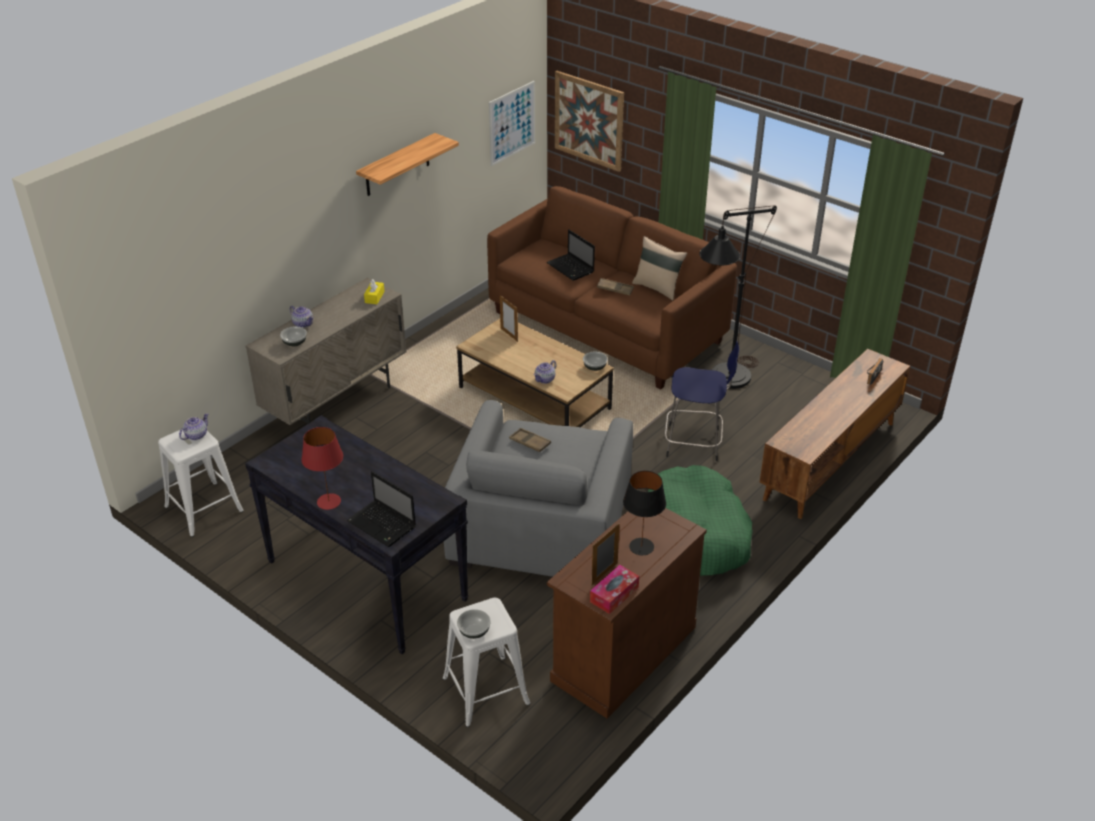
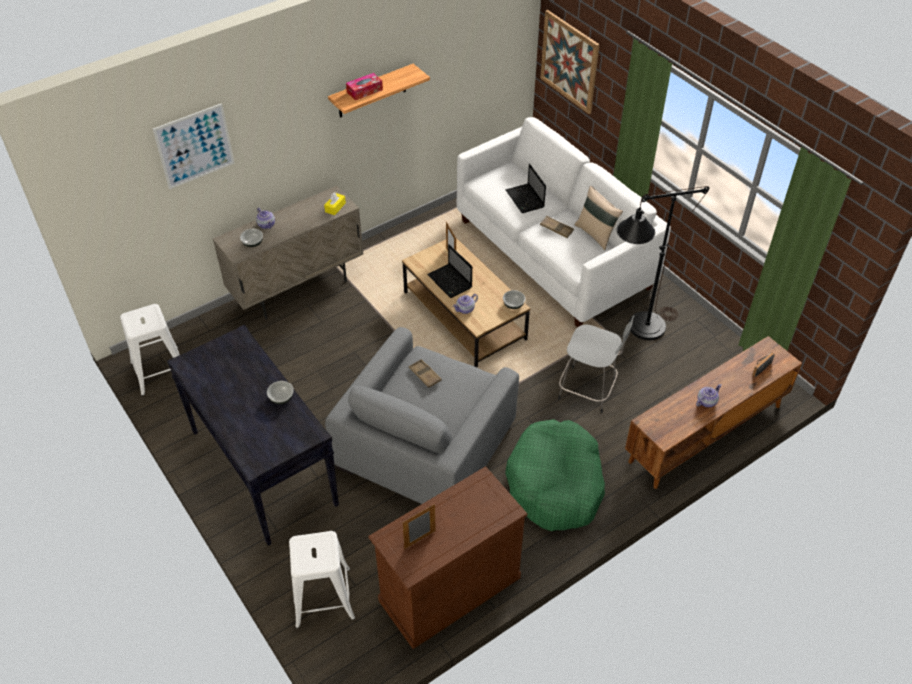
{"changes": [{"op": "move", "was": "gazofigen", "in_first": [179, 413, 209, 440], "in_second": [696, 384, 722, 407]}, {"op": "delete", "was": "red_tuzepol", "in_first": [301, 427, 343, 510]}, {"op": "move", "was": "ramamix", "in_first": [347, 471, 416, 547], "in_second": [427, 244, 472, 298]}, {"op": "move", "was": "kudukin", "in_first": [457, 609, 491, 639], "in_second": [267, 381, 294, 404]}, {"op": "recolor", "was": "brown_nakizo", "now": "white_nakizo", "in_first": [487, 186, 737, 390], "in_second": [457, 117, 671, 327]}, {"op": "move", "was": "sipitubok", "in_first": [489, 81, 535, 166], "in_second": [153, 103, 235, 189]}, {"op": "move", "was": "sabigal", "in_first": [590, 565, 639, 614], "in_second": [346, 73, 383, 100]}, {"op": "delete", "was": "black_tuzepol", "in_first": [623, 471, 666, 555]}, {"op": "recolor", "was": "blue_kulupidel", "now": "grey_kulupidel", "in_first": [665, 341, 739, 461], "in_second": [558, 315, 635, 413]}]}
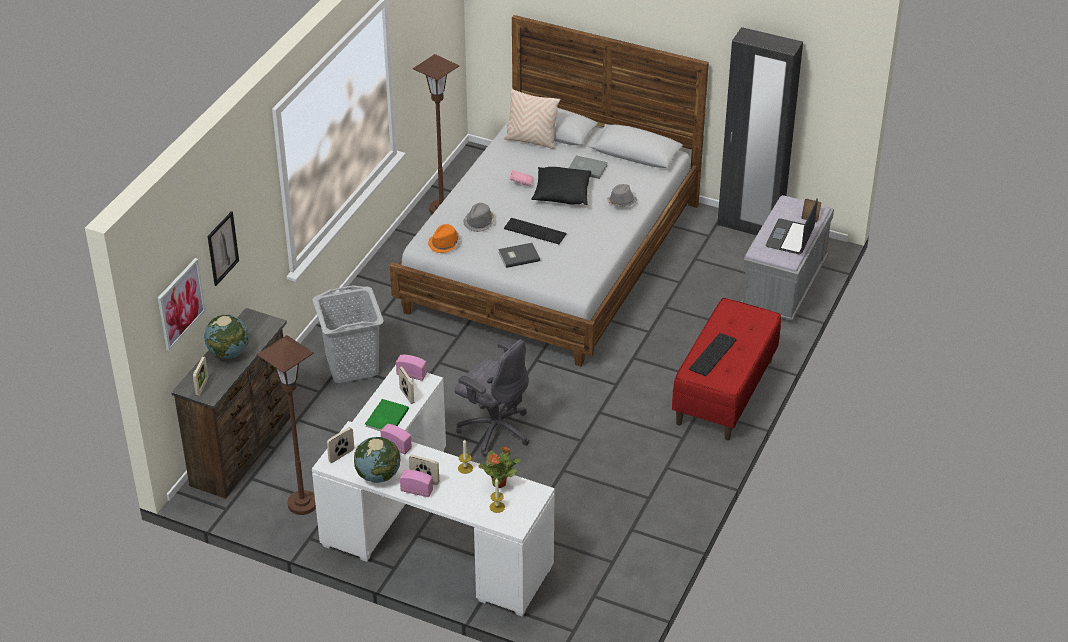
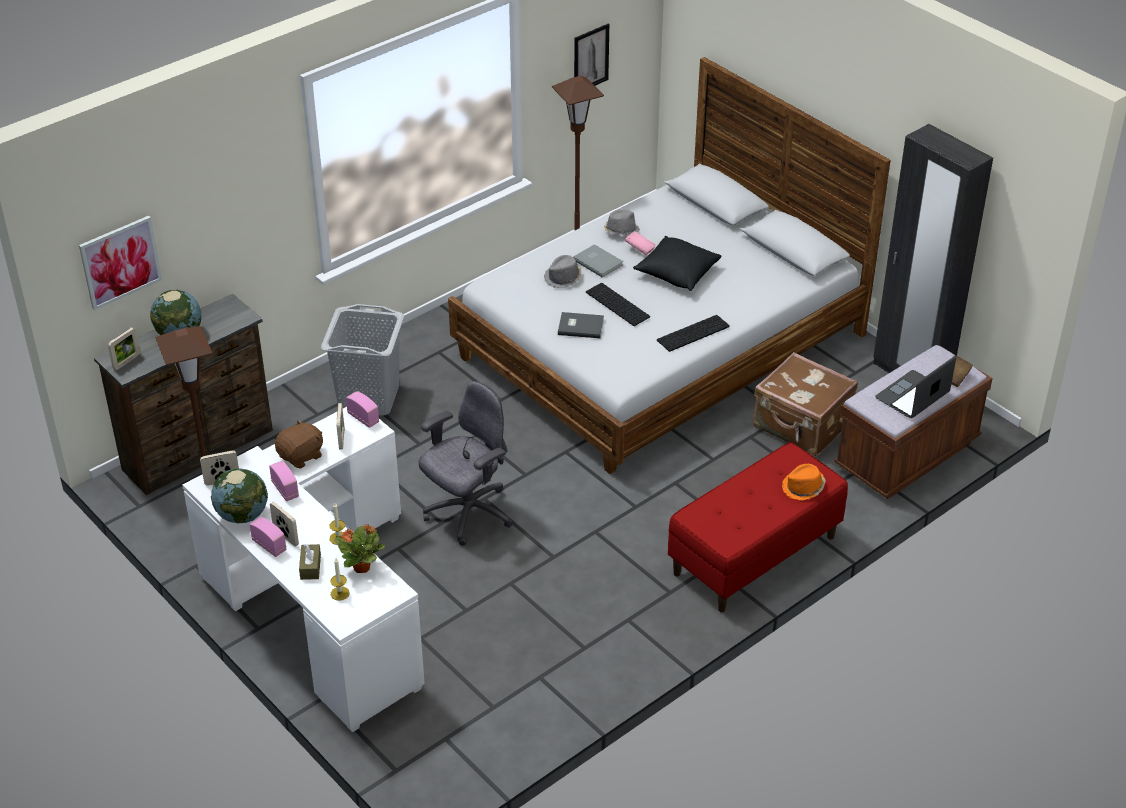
{"changes": [{"op": "move", "was": "sipitubok", "in_first": [208, 211, 239, 286], "in_second": [574, 24, 609, 86]}, {"op": "replace", "was": "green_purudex", "now": "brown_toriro", "in_first": [365, 399, 409, 431], "in_second": [275, 420, 323, 469]}, {"op": "move", "was": "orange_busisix", "in_first": [428, 224, 460, 253], "in_second": [782, 464, 825, 500]}, {"op": "rotate", "was": "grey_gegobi", "in_first": [455, 339, 530, 457], "in_second": [418, 381, 513, 546], "clockwise": -105}, {"op": "delete", "was": "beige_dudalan", "in_first": [504, 88, 560, 149]}, {"op": "move", "was": "grey_purudex", "in_first": [569, 155, 608, 179], "in_second": [573, 244, 624, 278]}, {"op": "move", "was": "grey_busisix", "in_first": [607, 184, 637, 207], "in_second": [604, 209, 640, 235]}, {"op": "move", "was": "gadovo", "in_first": [689, 333, 737, 376], "in_second": [657, 315, 730, 352]}, {"op": "recolor", "was": "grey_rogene", "now": "brown_rogene", "in_first": [742, 195, 834, 322], "in_second": [834, 345, 993, 499]}, {"op": "insert", "now": "brown_sabigal", "in_second": [299, 544, 321, 580]}, {"op": "insert", "now": "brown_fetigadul", "in_second": [753, 352, 858, 456]}]}
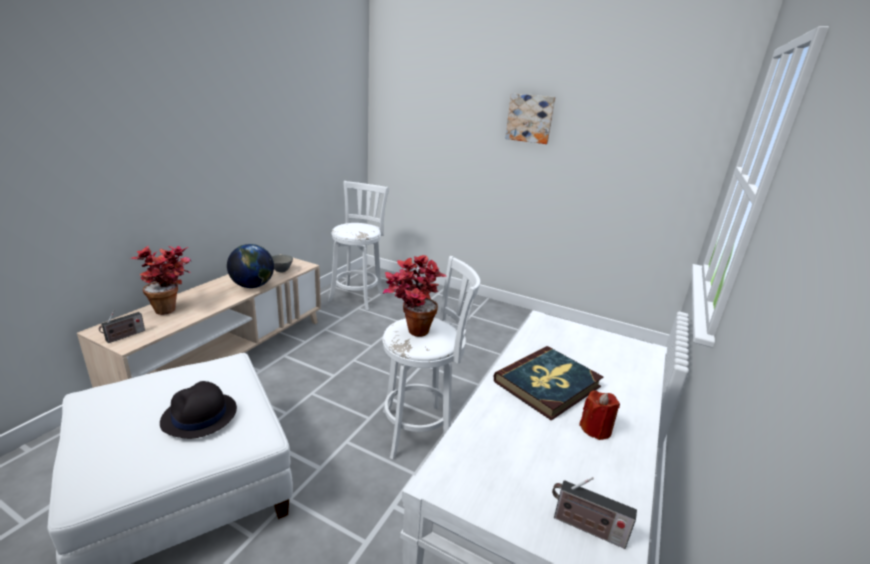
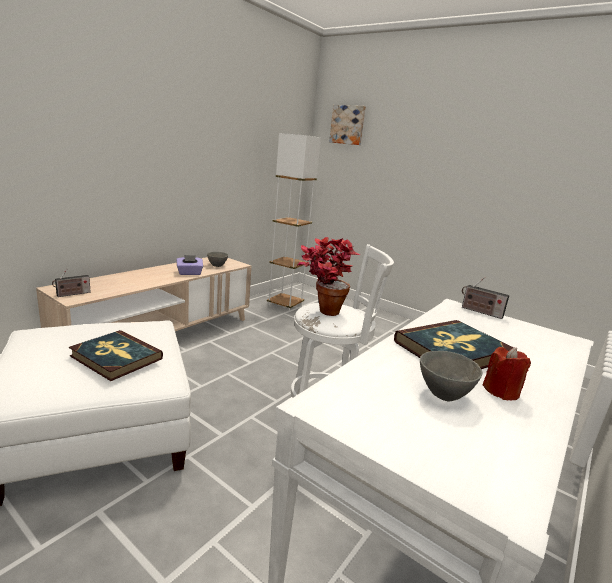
{"changes": [{"op": "delete", "was": "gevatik", "in_first": [130, 245, 191, 315]}, {"op": "replace", "was": "black_busisix", "now": "purudex", "in_first": [160, 381, 237, 439], "in_second": [69, 330, 163, 381]}, {"op": "replace", "was": "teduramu", "now": "purple_sabigal", "in_first": [227, 244, 274, 288], "in_second": [176, 255, 203, 275]}, {"op": "replace", "was": "white_kulupidel", "now": "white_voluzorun", "in_first": [328, 181, 389, 310], "in_second": [267, 133, 321, 312]}, {"op": "move", "was": "sipitubok", "in_first": [505, 93, 556, 144], "in_second": [329, 105, 366, 145]}, {"op": "move", "was": "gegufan", "in_first": [552, 477, 637, 549], "in_second": [462, 277, 509, 319]}, {"op": "insert", "now": "grey_kudukin", "in_second": [420, 351, 483, 401]}]}
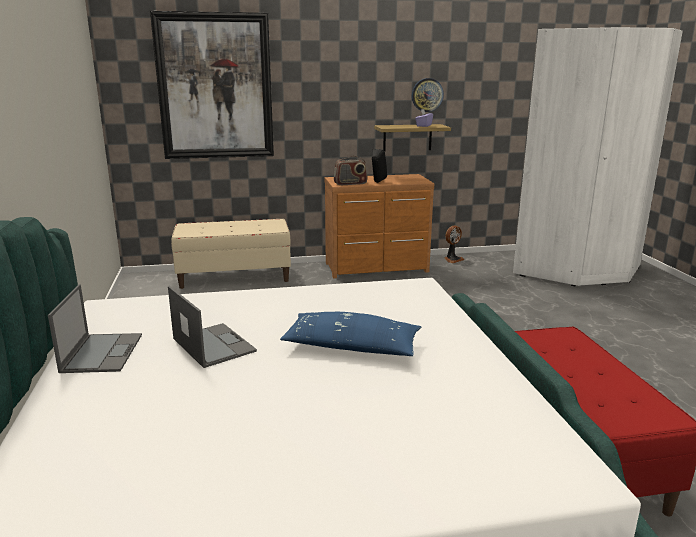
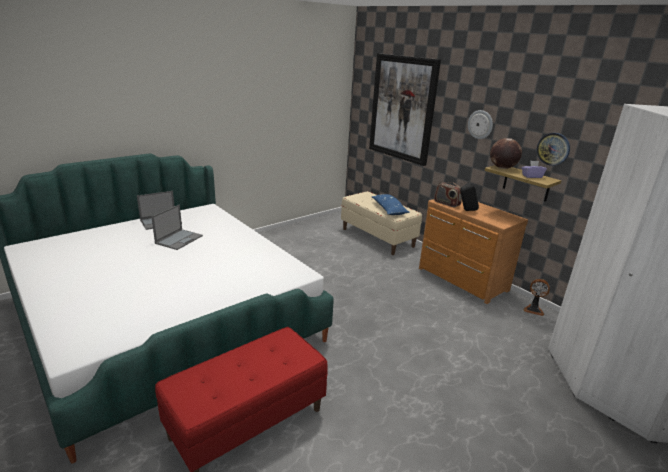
{"changes": [{"op": "move", "was": "blue_dudalan", "in_first": [280, 312, 421, 356], "in_second": [372, 194, 410, 215]}, {"op": "insert", "now": "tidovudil", "in_second": [468, 110, 493, 139]}, {"op": "insert", "now": "teduramu", "in_second": [490, 138, 522, 169]}]}
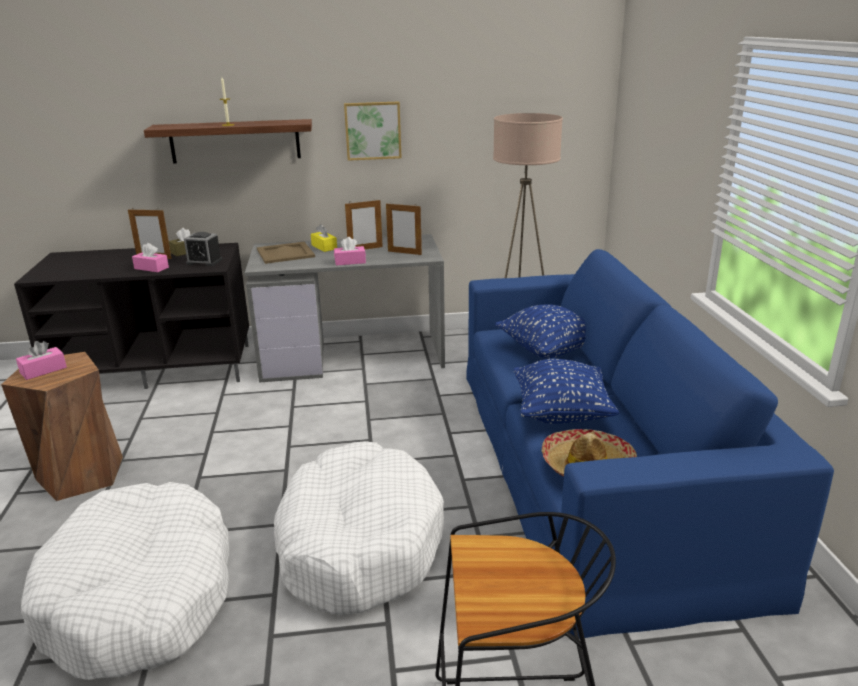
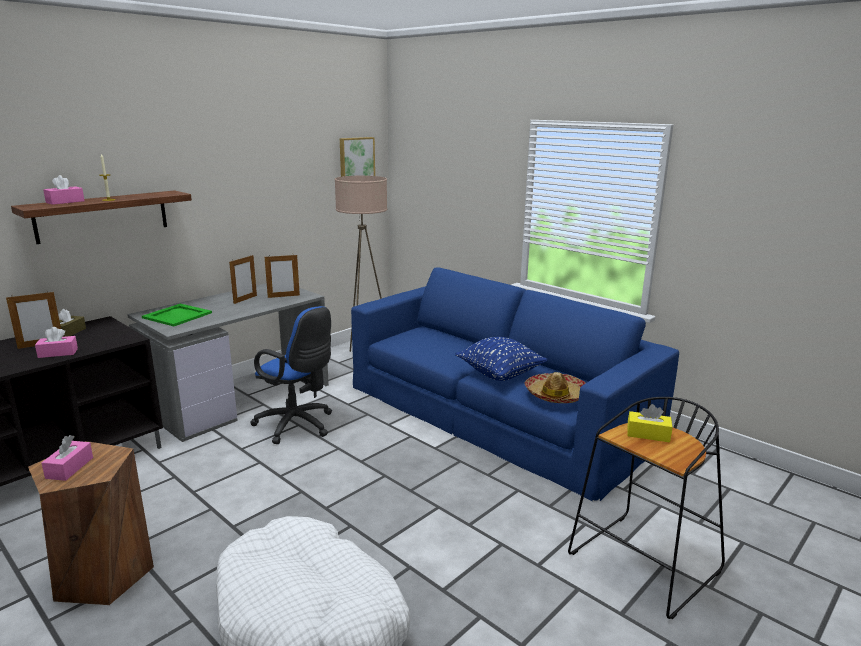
{"changes": [{"op": "delete", "was": "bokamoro", "in_first": [184, 232, 222, 266]}, {"op": "recolor", "was": "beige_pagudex", "now": "green_pagudex", "in_first": [257, 242, 315, 264], "in_second": [142, 303, 212, 326]}, {"op": "delete", "was": "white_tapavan", "in_first": [274, 442, 444, 615]}, {"op": "move", "was": "yellow_sabigal", "in_first": [311, 224, 337, 252], "in_second": [628, 404, 673, 442]}, {"op": "move", "was": "pink_sabigal", "in_first": [334, 237, 366, 266], "in_second": [43, 175, 85, 205]}, {"op": "move", "was": "sipitubok", "in_first": [344, 101, 402, 161], "in_second": [340, 137, 375, 177]}, {"op": "delete", "was": "blue_dudalan", "in_first": [495, 305, 586, 358]}, {"op": "insert", "now": "blue_gegobi", "in_second": [250, 306, 332, 444]}]}
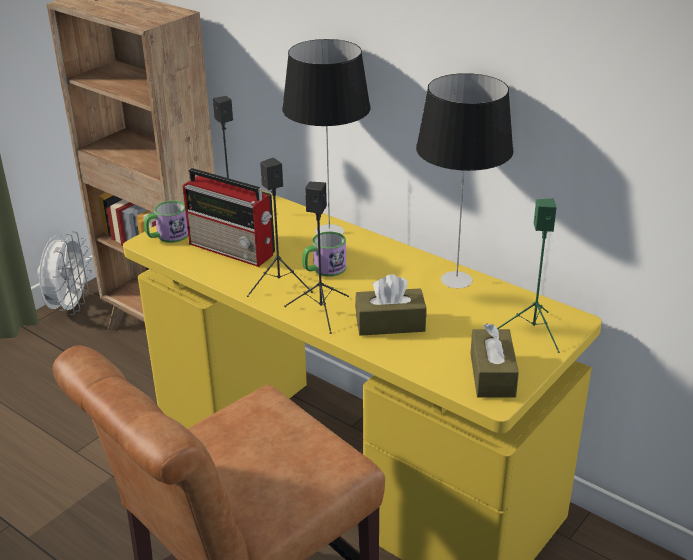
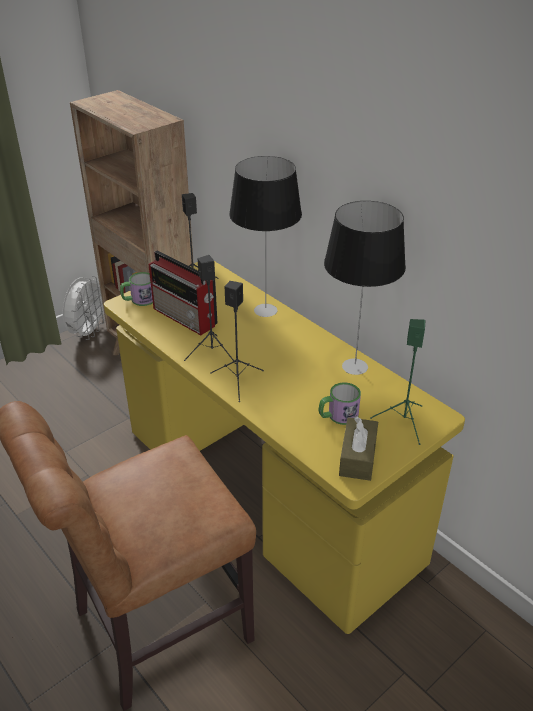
{"changes": [{"op": "move", "was": "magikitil", "in_first": [302, 232, 346, 277], "in_second": [319, 382, 361, 425]}, {"op": "delete", "was": "brown_sabigal", "in_first": [355, 274, 427, 336]}]}
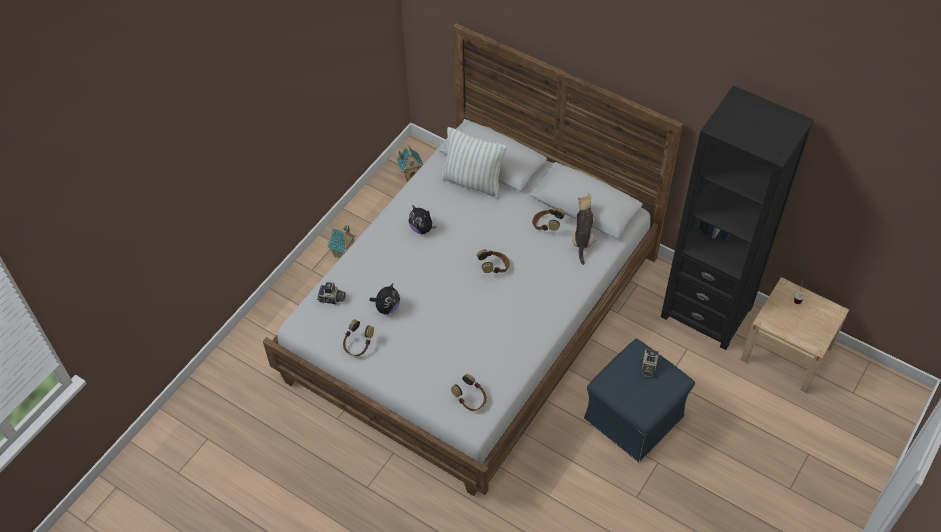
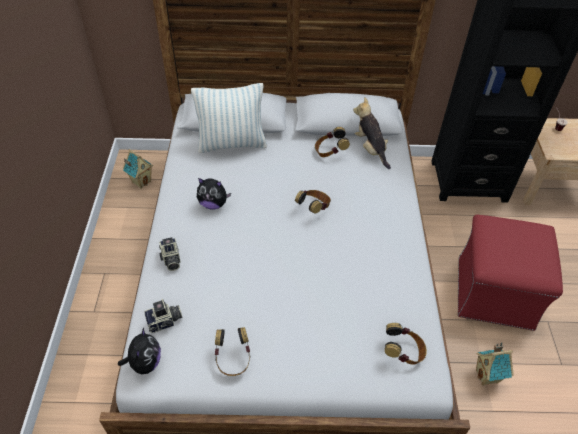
{"changes": [{"op": "move", "was": "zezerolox", "in_first": [327, 225, 356, 258], "in_second": [476, 342, 514, 386]}, {"op": "move", "was": "toriro", "in_first": [369, 283, 400, 314], "in_second": [118, 328, 161, 374]}, {"op": "recolor", "was": "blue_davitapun", "now": "red_davitapun", "in_first": [584, 339, 695, 462], "in_second": [458, 215, 563, 331]}, {"op": "move", "was": "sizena", "in_first": [641, 349, 659, 377], "in_second": [159, 237, 181, 271]}]}
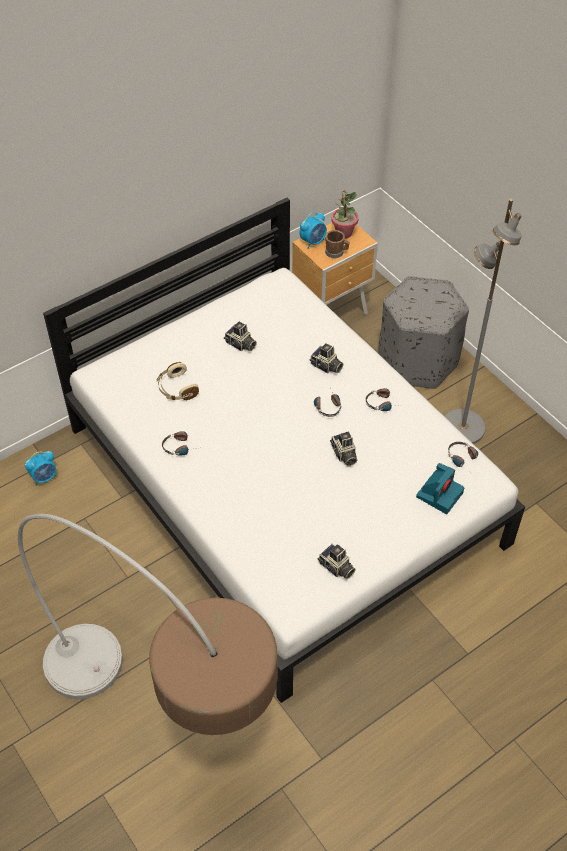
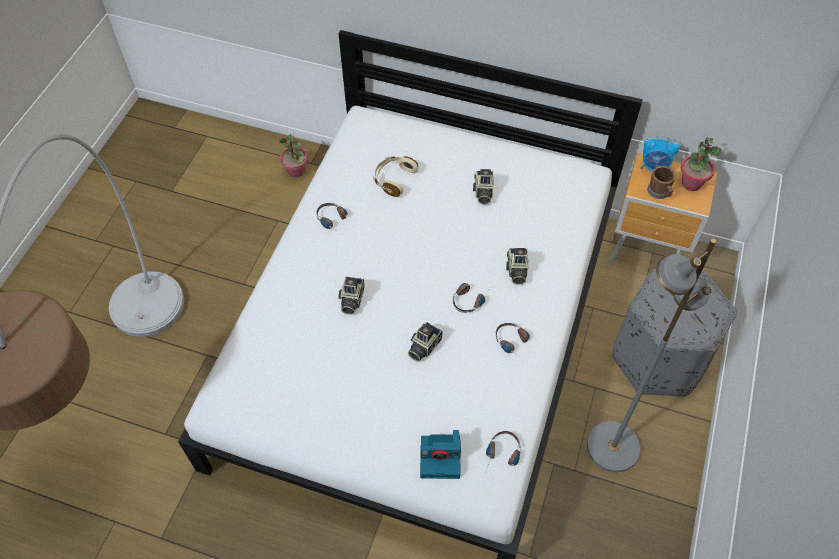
{"changes": [{"op": "replace", "was": "bokamoro", "now": "gevatik", "in_first": [25, 451, 57, 486], "in_second": [279, 134, 307, 178]}, {"op": "move", "was": "sizena", "in_first": [318, 544, 356, 579], "in_second": [338, 276, 364, 315]}]}
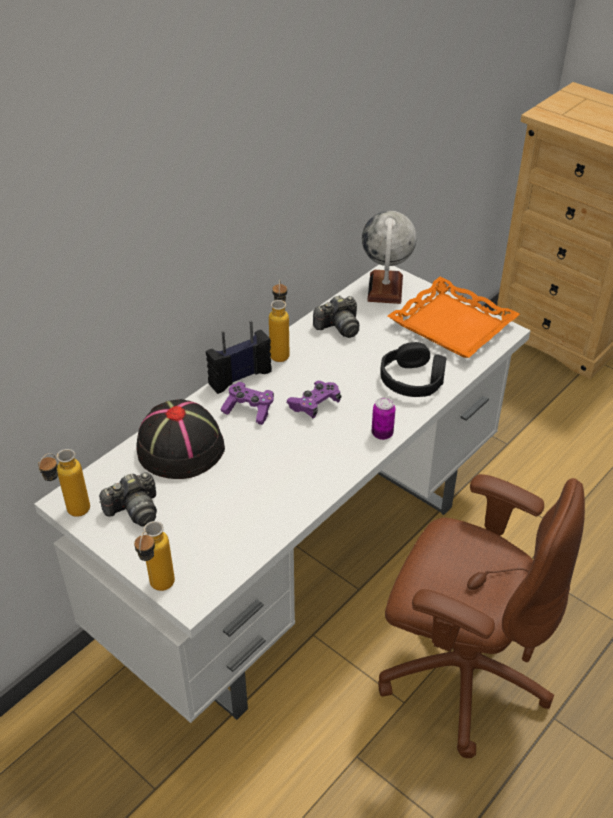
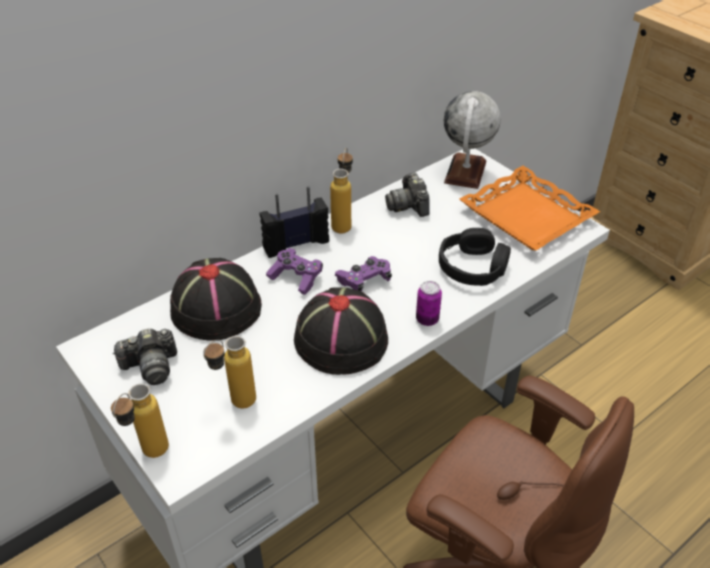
{"changes": [{"op": "move", "was": "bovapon", "in_first": [38, 449, 90, 517], "in_second": [203, 336, 256, 409]}, {"op": "rotate", "was": "sizena", "in_first": [313, 295, 359, 338], "in_second": [385, 173, 430, 217], "clockwise": 90}, {"op": "insert", "now": "black_busisix", "in_second": [294, 287, 388, 375]}]}
